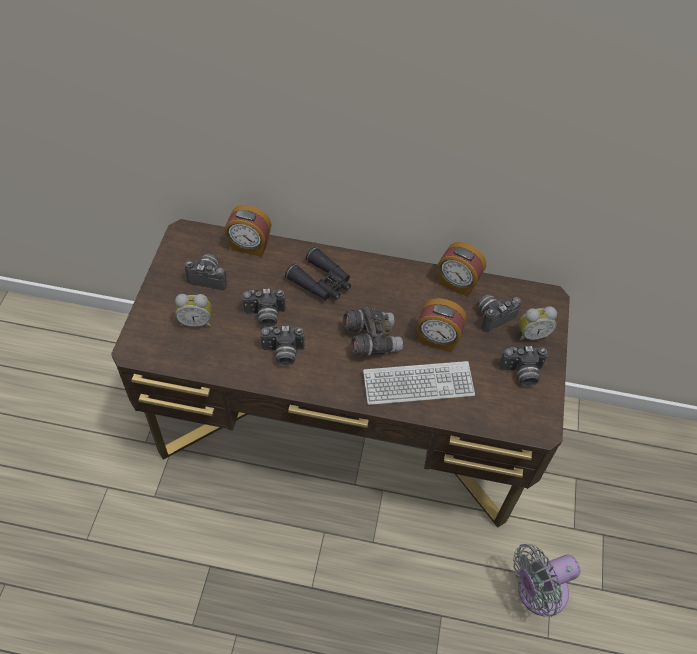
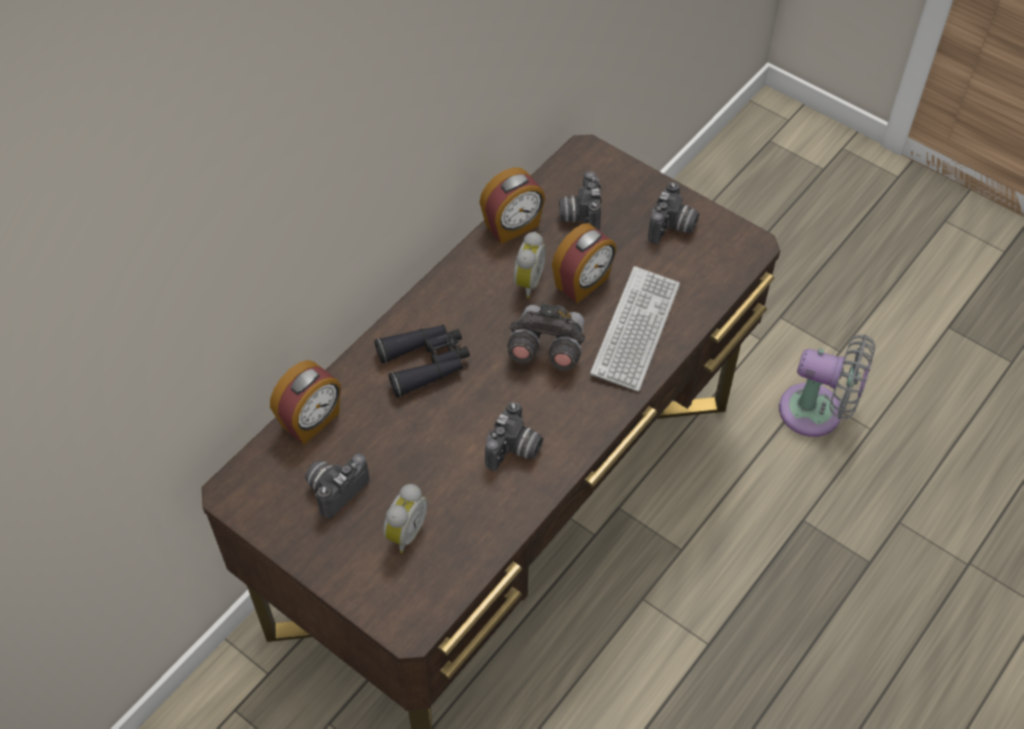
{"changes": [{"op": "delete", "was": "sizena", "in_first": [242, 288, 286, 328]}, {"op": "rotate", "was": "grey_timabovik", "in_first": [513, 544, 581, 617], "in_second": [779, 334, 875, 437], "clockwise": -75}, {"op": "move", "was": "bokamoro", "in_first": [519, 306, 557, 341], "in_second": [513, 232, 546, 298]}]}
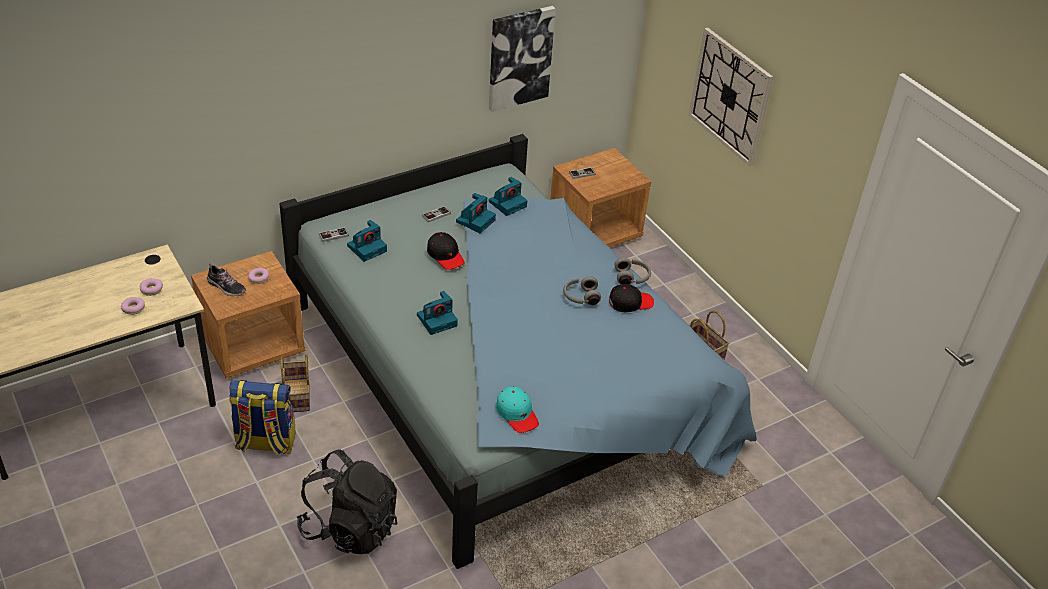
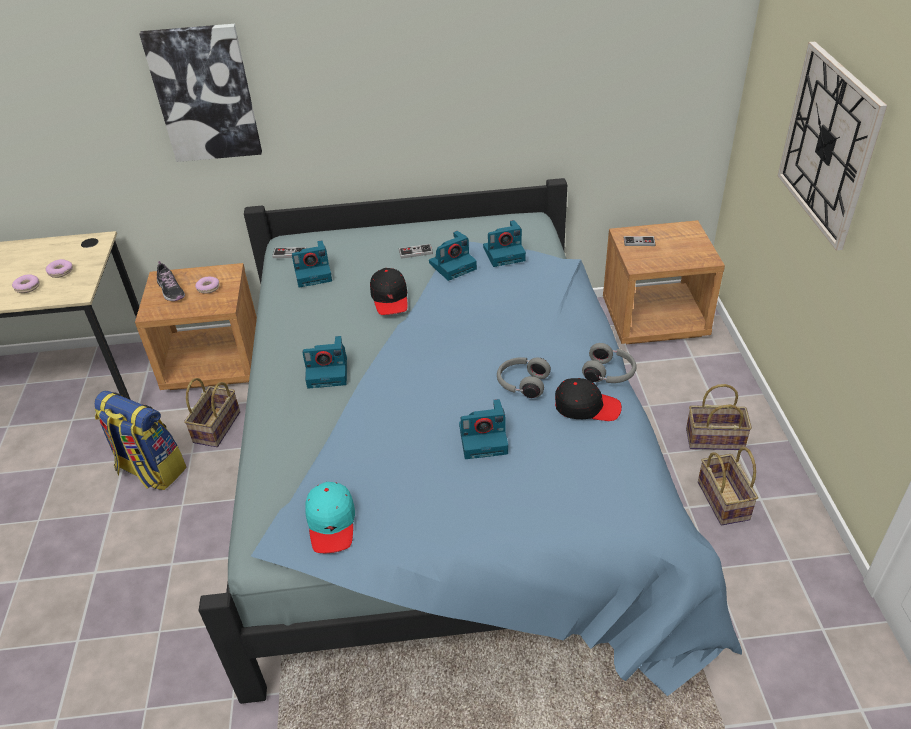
{"changes": [{"op": "delete", "was": "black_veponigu", "in_first": [297, 450, 397, 554]}, {"op": "move", "was": "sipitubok", "in_first": [489, 6, 556, 112], "in_second": [139, 24, 262, 162]}, {"op": "insert", "now": "sizena", "in_second": [459, 399, 508, 459]}, {"op": "insert", "now": "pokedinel", "in_second": [686, 384, 752, 450]}]}
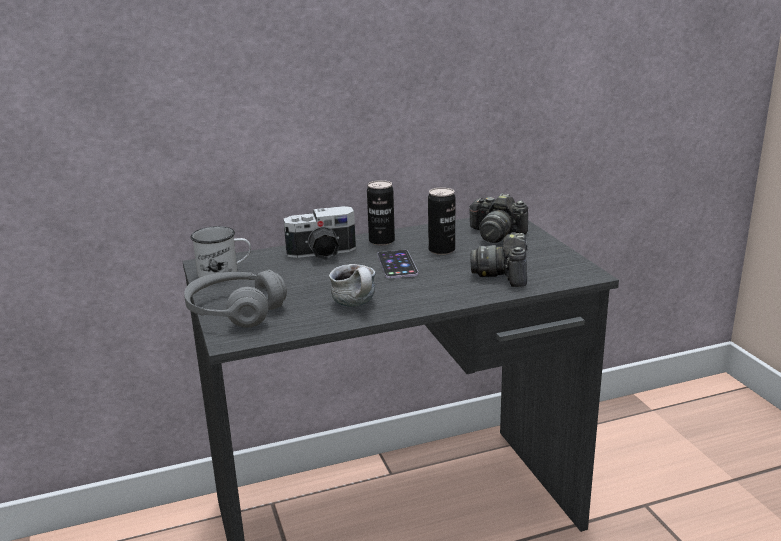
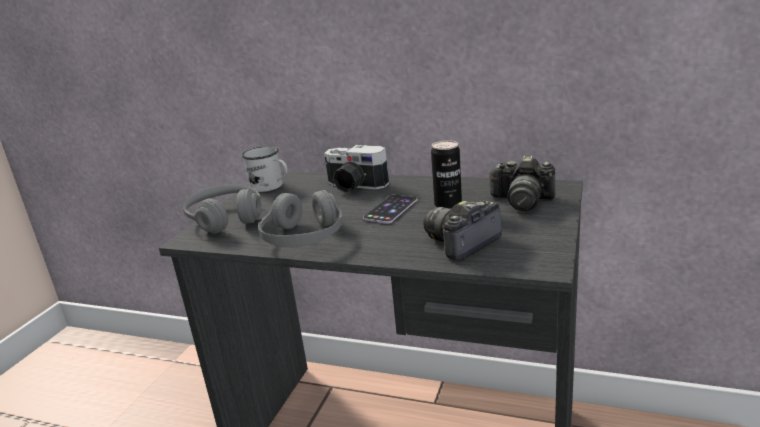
{"changes": [{"op": "replace", "was": "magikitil", "now": "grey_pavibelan", "in_first": [329, 264, 376, 307], "in_second": [258, 190, 343, 247]}, {"op": "delete", "was": "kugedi", "in_first": [367, 180, 395, 246]}, {"op": "rotate", "was": "sizena", "in_first": [469, 193, 528, 243], "in_second": [488, 155, 555, 211], "clockwise": -45}]}
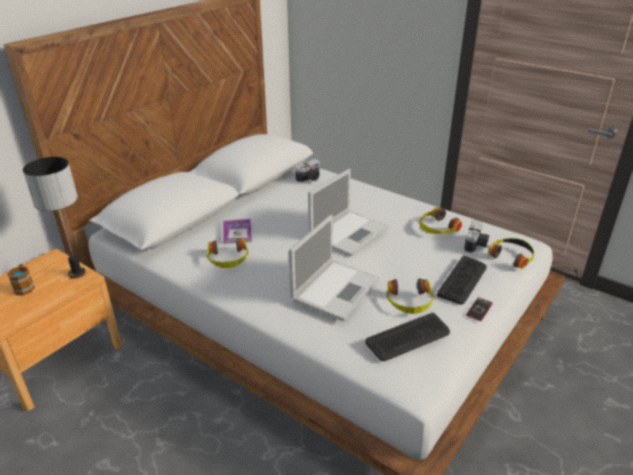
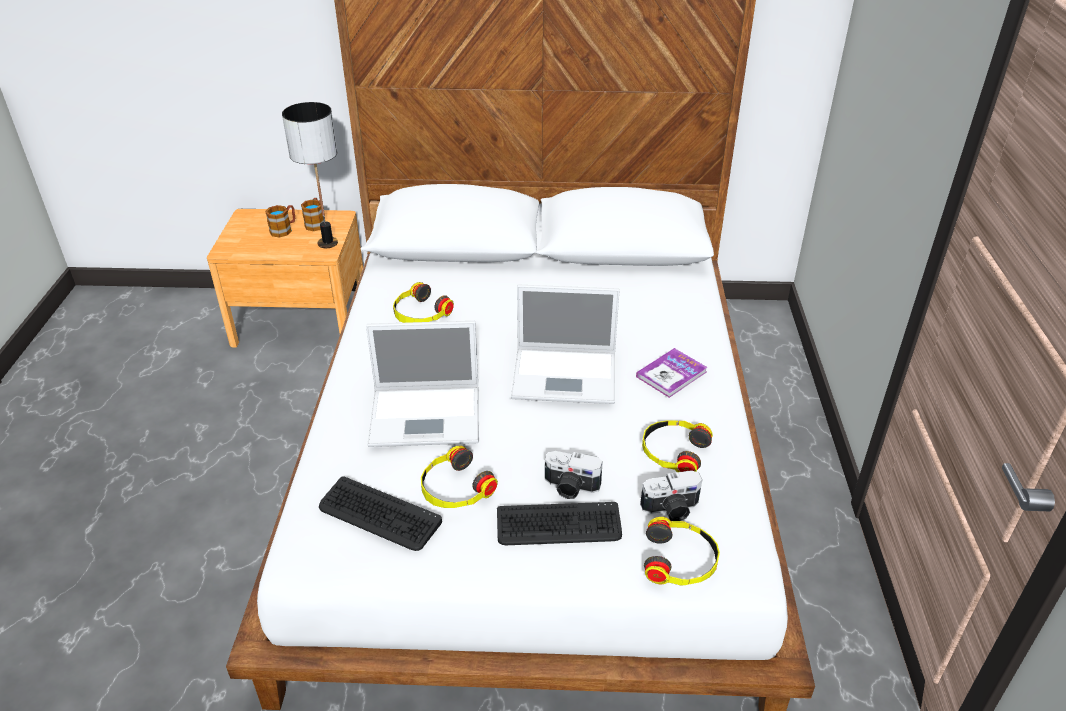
{"changes": [{"op": "move", "was": "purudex", "in_first": [223, 219, 252, 244], "in_second": [636, 348, 708, 398]}, {"op": "move", "was": "sizena", "in_first": [296, 159, 320, 182], "in_second": [545, 451, 603, 499]}, {"op": "delete", "was": "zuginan", "in_first": [466, 298, 493, 321]}, {"op": "insert", "now": "magikitil", "in_second": [301, 198, 324, 231]}]}
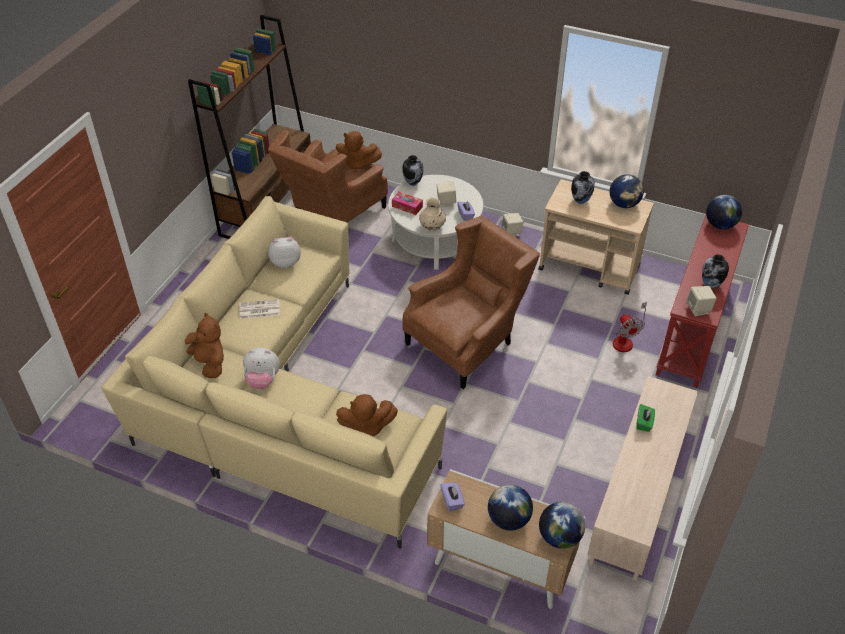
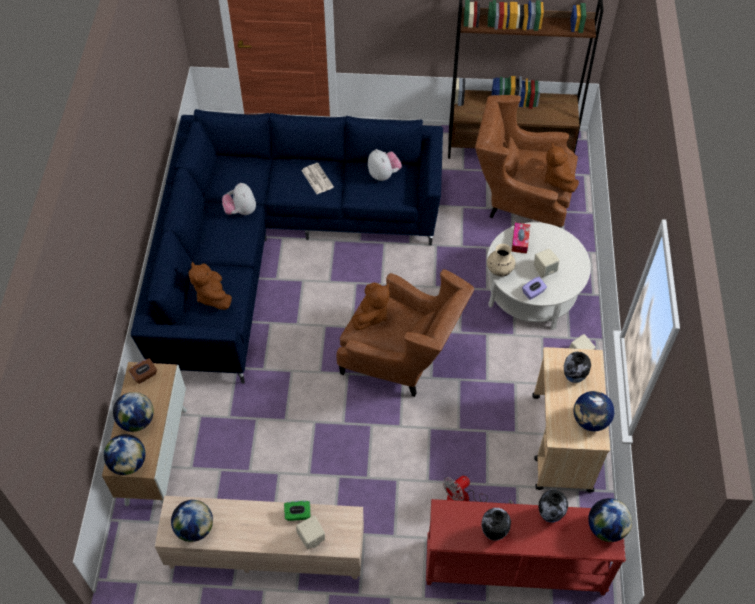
{"changes": [{"op": "recolor", "was": "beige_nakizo", "now": "blue_nakizo", "in_first": [102, 196, 447, 549], "in_second": [131, 109, 443, 384]}, {"op": "move", "was": "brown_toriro", "in_first": [185, 313, 224, 378], "in_second": [352, 283, 390, 330]}, {"op": "move", "was": "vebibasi", "in_first": [403, 155, 423, 186], "in_second": [539, 490, 568, 522]}, {"op": "recolor", "was": "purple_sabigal", "now": "brown_sabigal", "in_first": [441, 482, 465, 512], "in_second": [129, 358, 157, 384]}, {"op": "move", "was": "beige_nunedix", "in_first": [686, 286, 717, 316], "in_second": [296, 515, 325, 549]}, {"op": "insert", "now": "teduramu", "in_second": [171, 500, 213, 542]}]}
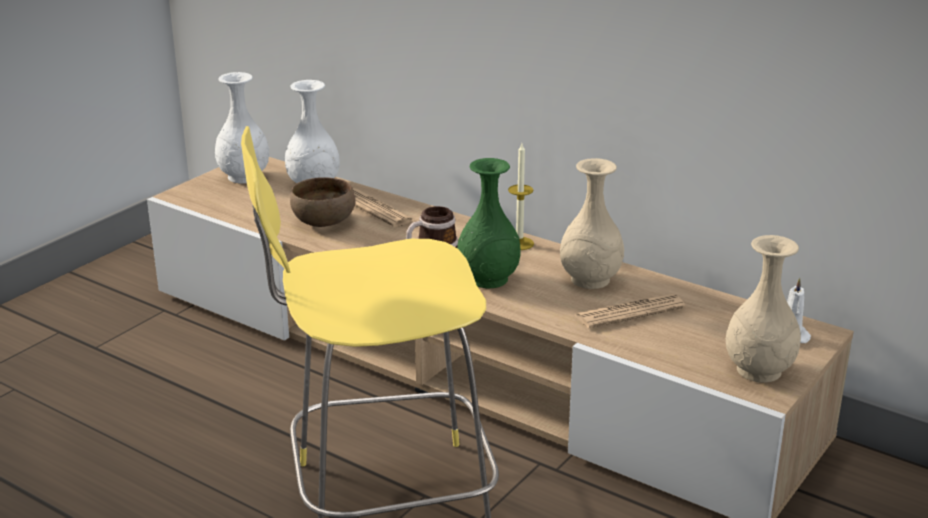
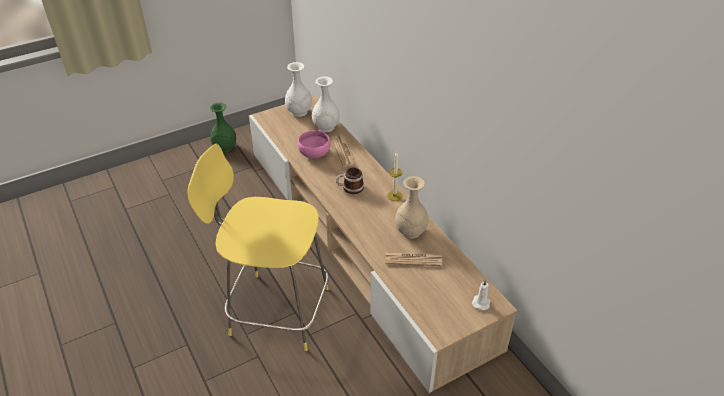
{"changes": [{"op": "recolor", "was": "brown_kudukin", "now": "pink_kudukin", "in_first": [290, 177, 356, 227], "in_second": [298, 130, 331, 158]}, {"op": "move", "was": "green_vebibasi", "in_first": [457, 158, 520, 288], "in_second": [210, 103, 236, 152]}, {"op": "delete", "was": "beige_vebibasi", "in_first": [726, 235, 801, 383]}]}
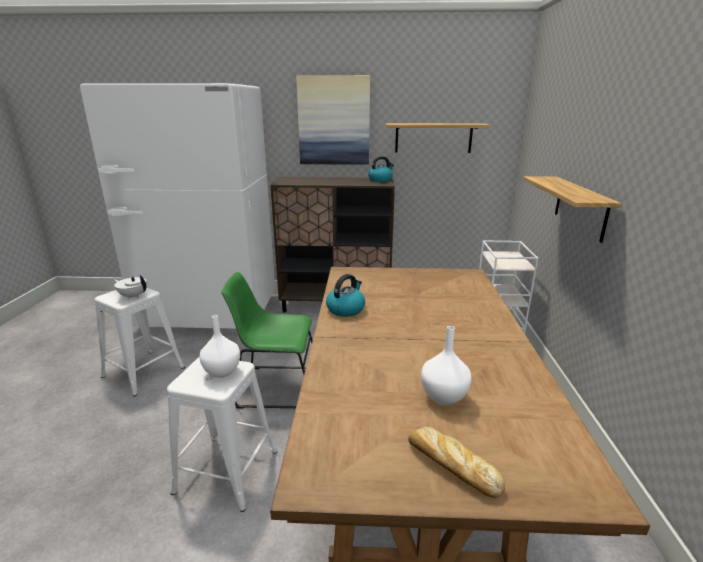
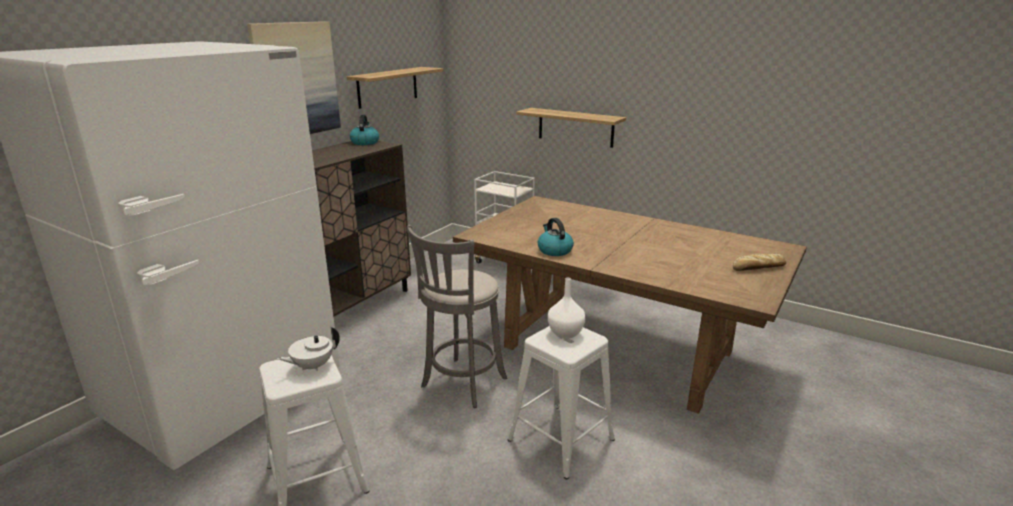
{"changes": [{"op": "replace", "was": "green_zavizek", "now": "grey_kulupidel", "in_first": [221, 272, 313, 408], "in_second": [407, 225, 507, 408]}, {"op": "delete", "was": "white_vebibasi", "in_first": [421, 326, 472, 405]}]}
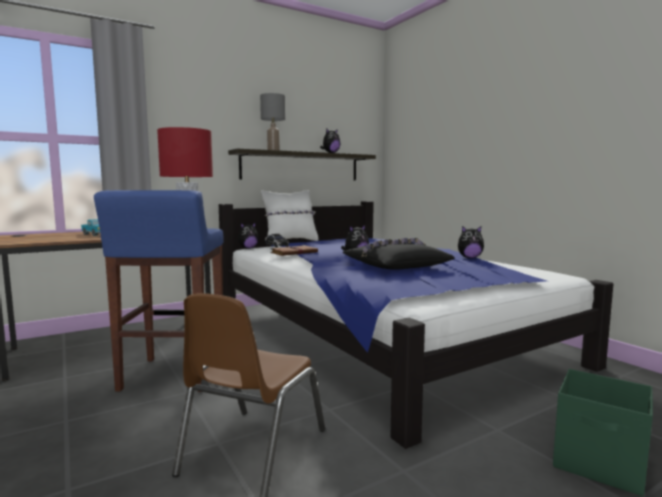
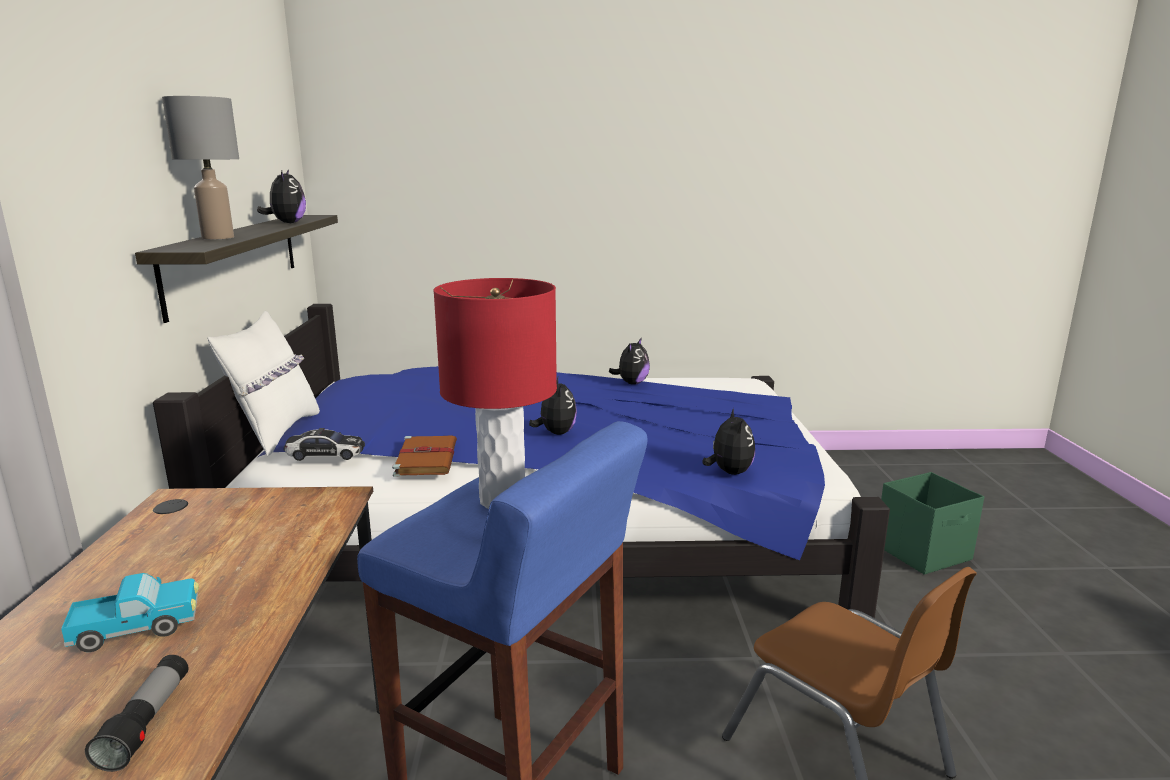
{"changes": [{"op": "move", "was": "toriro", "in_first": [238, 222, 259, 249], "in_second": [702, 408, 755, 475]}, {"op": "delete", "was": "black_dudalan", "in_first": [343, 238, 455, 270]}, {"op": "insert", "now": "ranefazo", "in_second": [85, 655, 189, 772]}]}
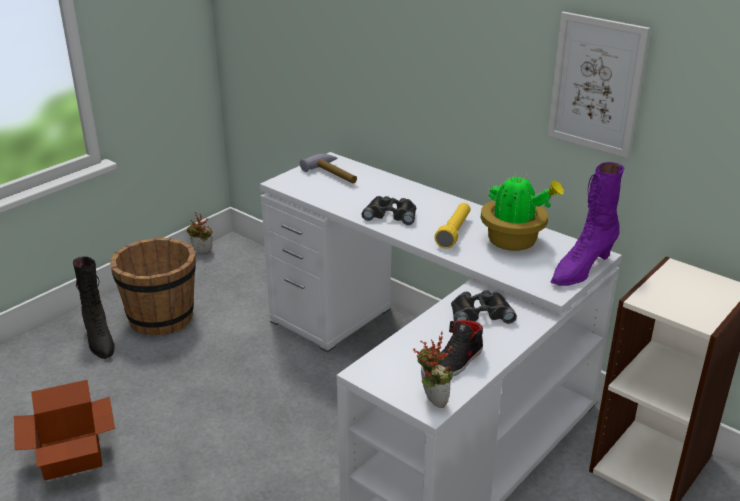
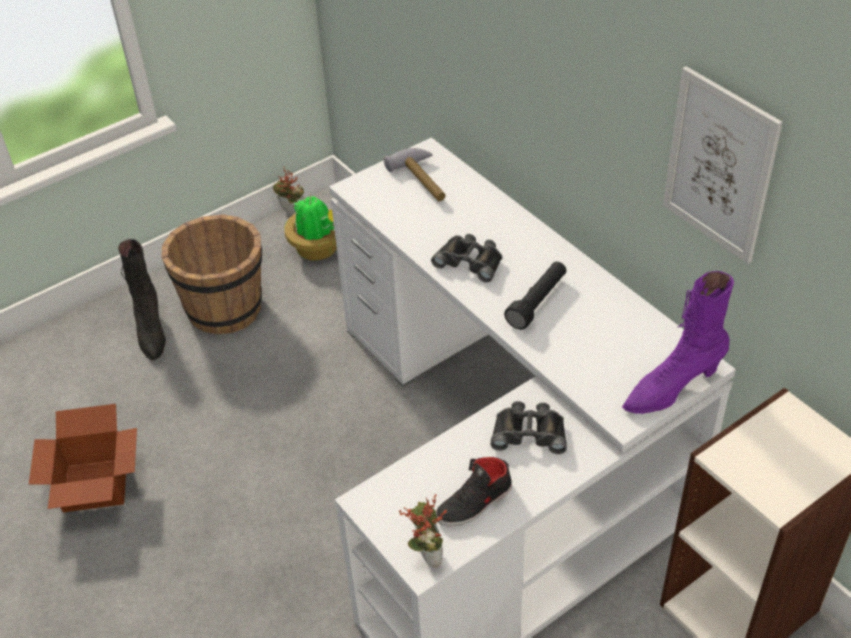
{"changes": [{"op": "recolor", "was": "yellow_ranefazo", "now": "black_ranefazo", "in_first": [434, 203, 471, 249], "in_second": [504, 261, 567, 330]}, {"op": "move", "was": "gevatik", "in_first": [480, 172, 564, 251], "in_second": [284, 194, 337, 260]}]}
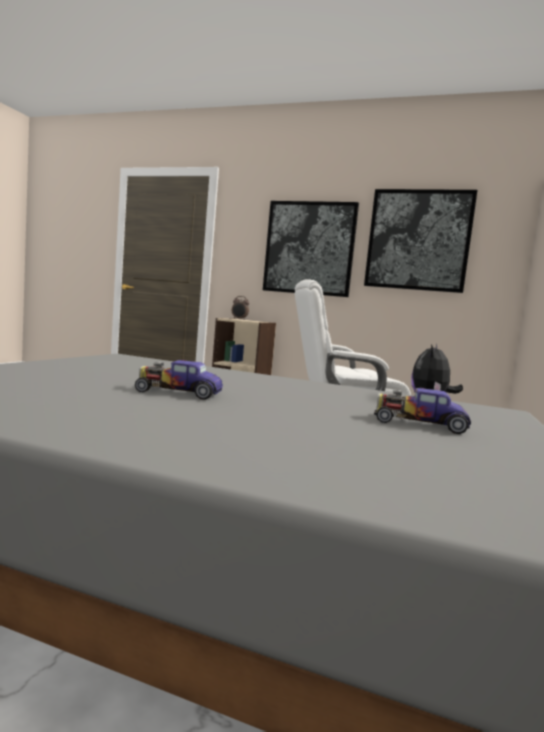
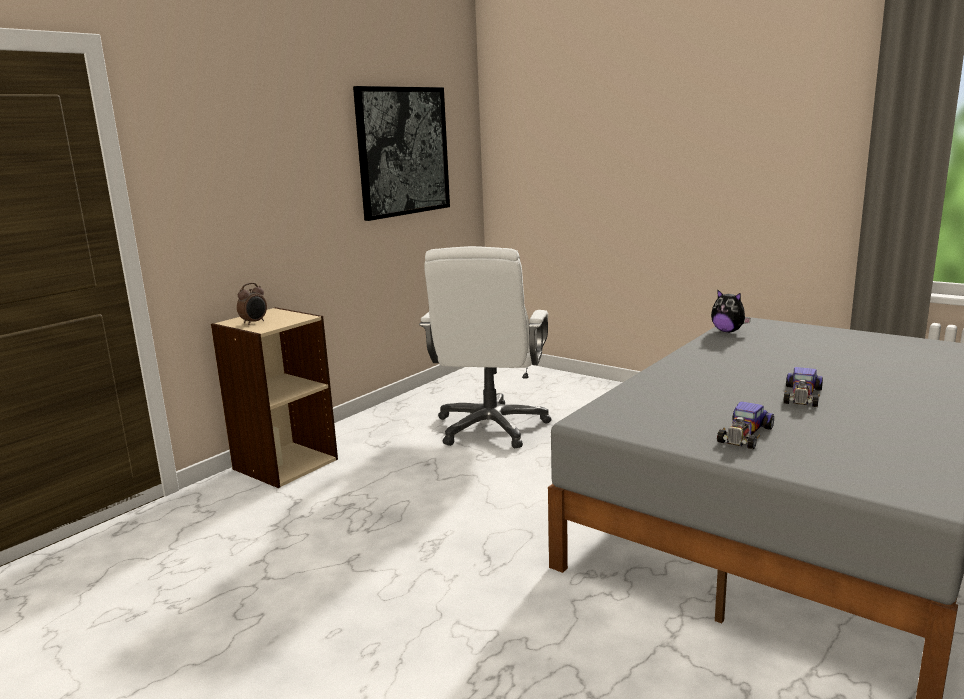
{"changes": [{"op": "delete", "was": "sipitubok", "in_first": [263, 201, 359, 297]}, {"op": "move", "was": "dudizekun", "in_first": [374, 388, 471, 434], "in_second": [717, 402, 774, 449]}]}
